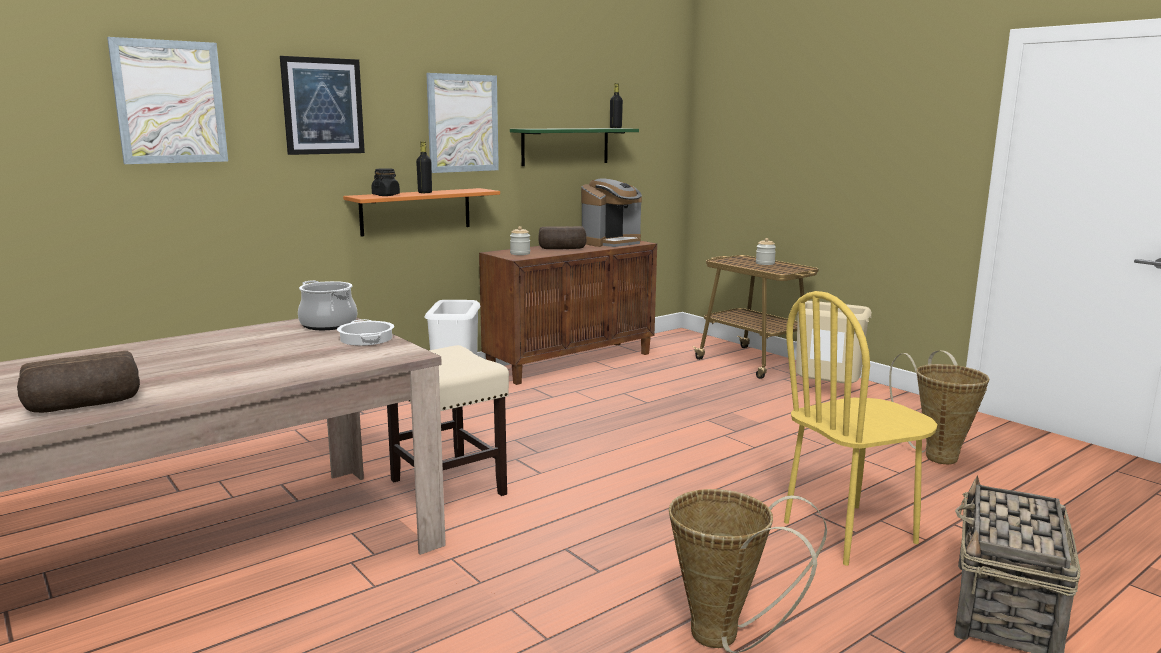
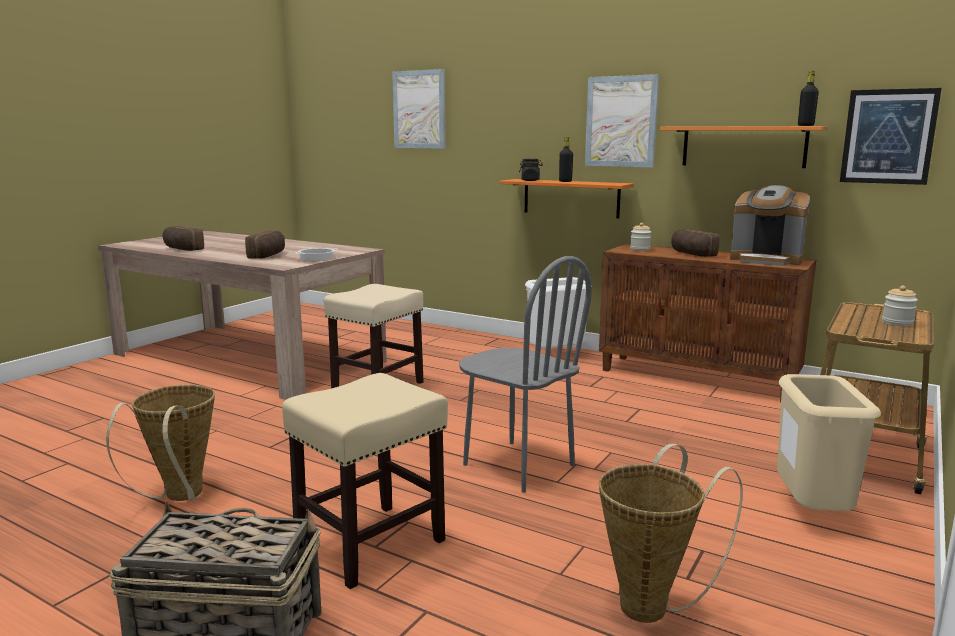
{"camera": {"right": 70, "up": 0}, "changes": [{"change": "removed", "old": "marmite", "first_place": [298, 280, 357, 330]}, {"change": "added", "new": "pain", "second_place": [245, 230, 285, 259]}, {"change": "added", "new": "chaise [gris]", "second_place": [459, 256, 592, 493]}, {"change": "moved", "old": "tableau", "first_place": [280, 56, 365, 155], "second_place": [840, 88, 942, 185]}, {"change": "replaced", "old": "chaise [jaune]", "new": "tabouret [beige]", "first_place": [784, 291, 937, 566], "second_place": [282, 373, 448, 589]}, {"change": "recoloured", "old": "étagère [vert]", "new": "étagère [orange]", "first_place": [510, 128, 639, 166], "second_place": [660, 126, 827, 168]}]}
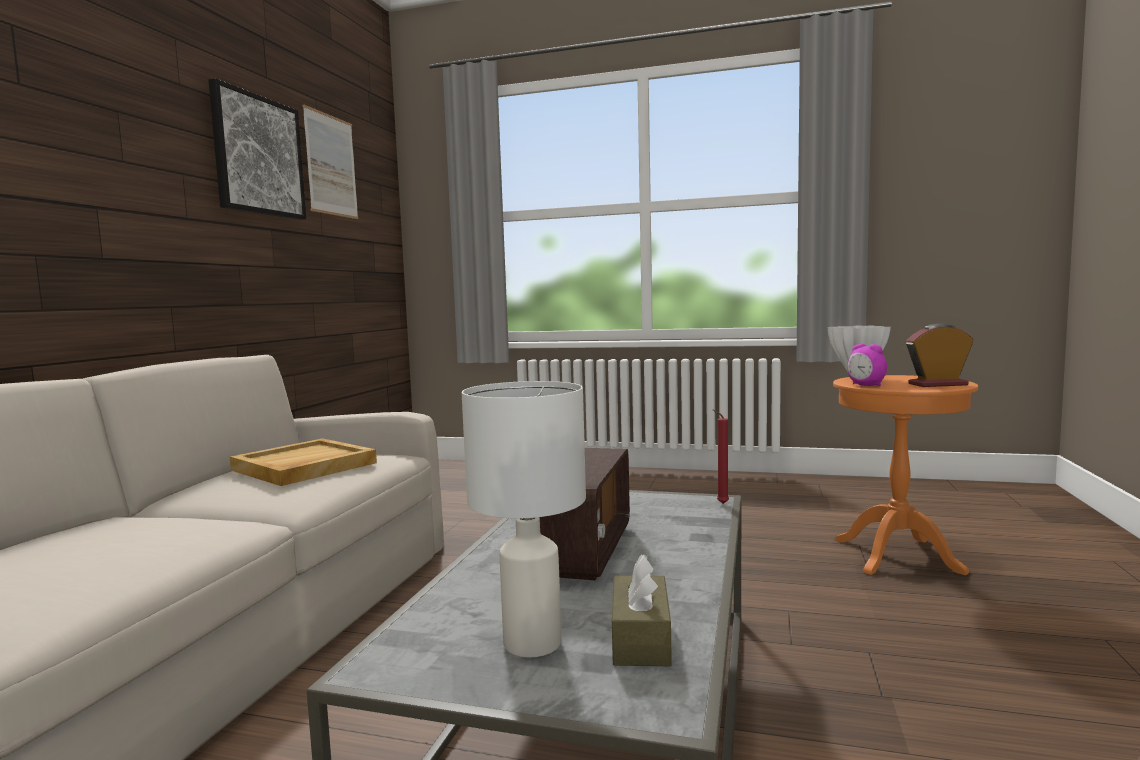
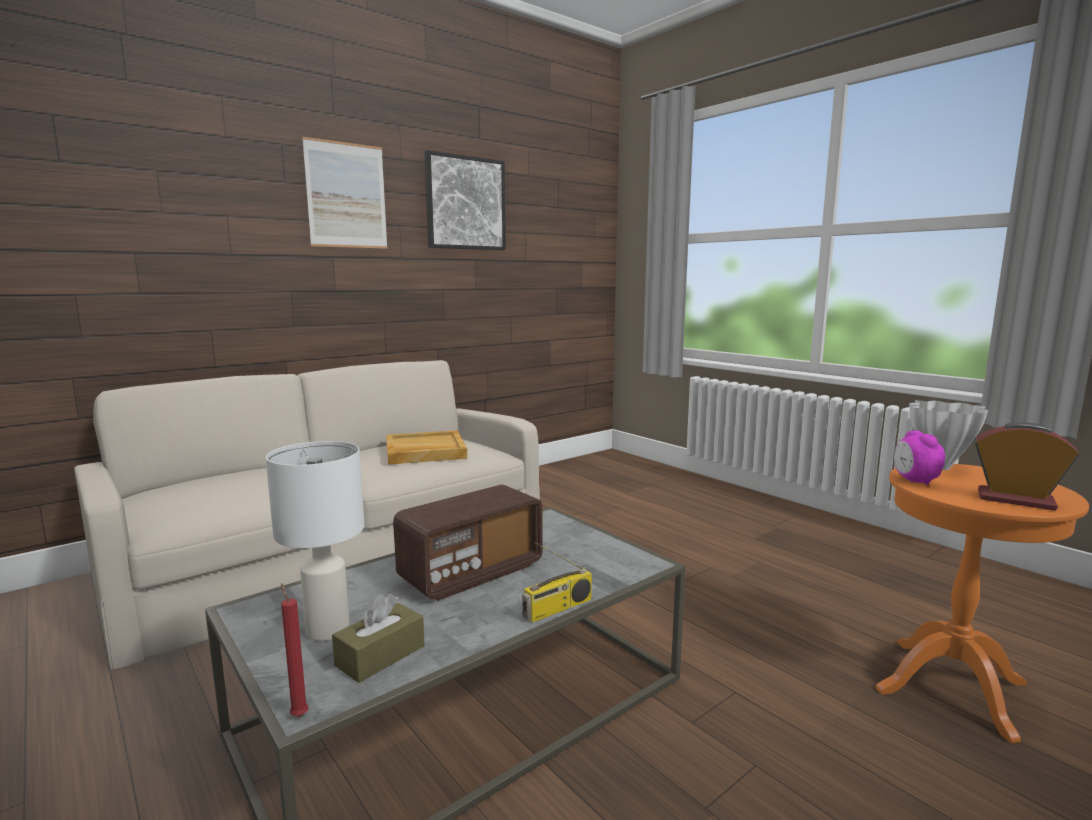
{"camera": {"right": 35, "up": 5}, "changes": [{"change": "added", "new": "radio", "second_place": [522, 542, 592, 623]}, {"change": "moved", "old": "tableau", "first_place": [303, 105, 358, 219], "second_place": [302, 137, 388, 249]}, {"change": "moved", "old": "bougie [rouge]", "first_place": [712, 409, 729, 504], "second_place": [281, 583, 308, 717]}]}
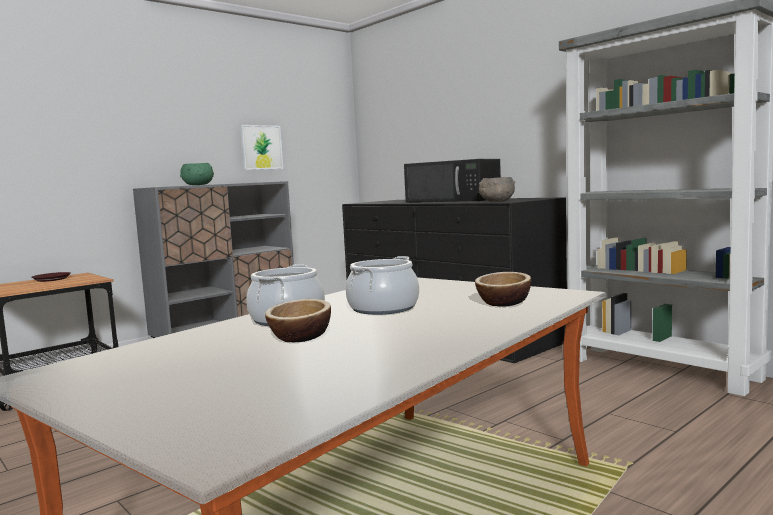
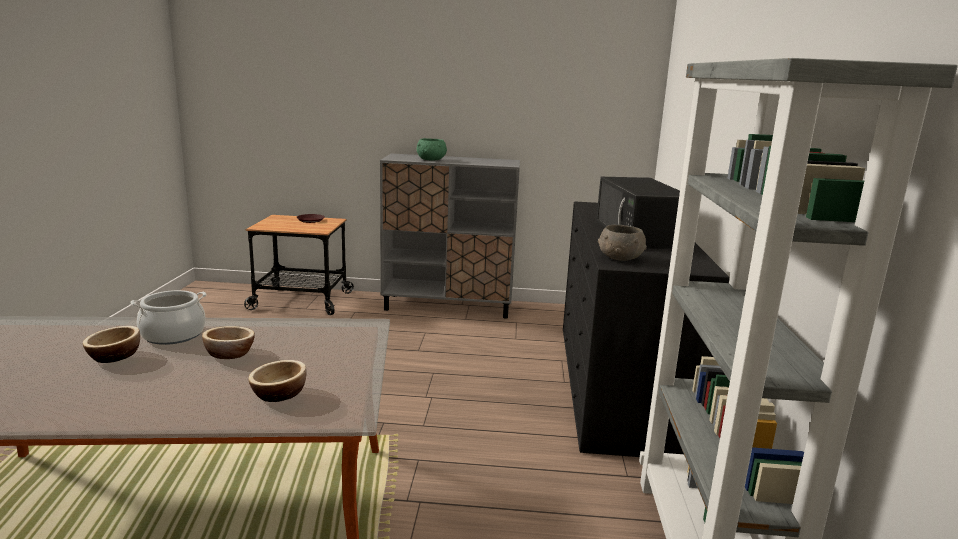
{"camera": {"right": 45, "up": 10}, "changes": [{"change": "removed", "old": "tableau", "first_place": [241, 125, 283, 170]}, {"change": "replaced", "old": "marmite", "new": "bol", "first_place": [346, 256, 419, 315], "second_place": [202, 326, 255, 359]}]}
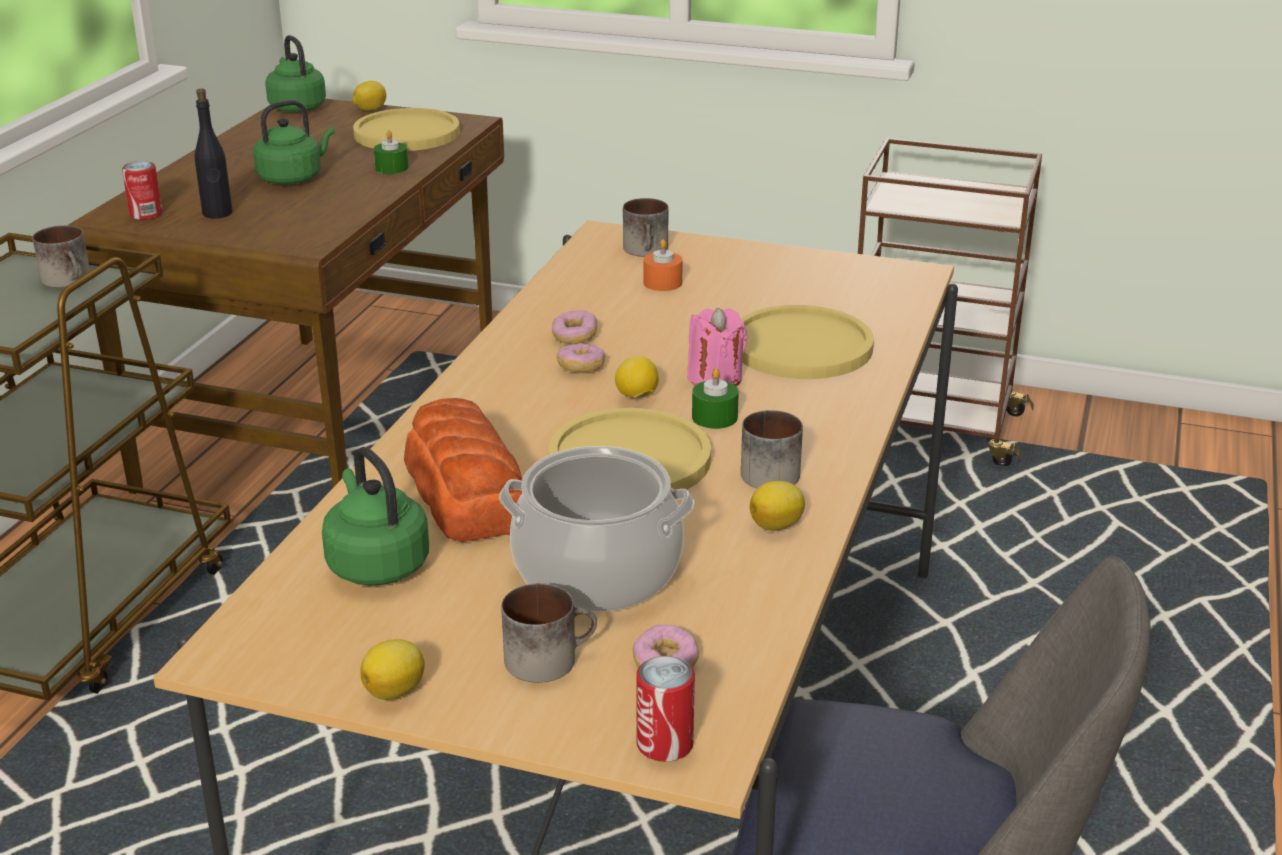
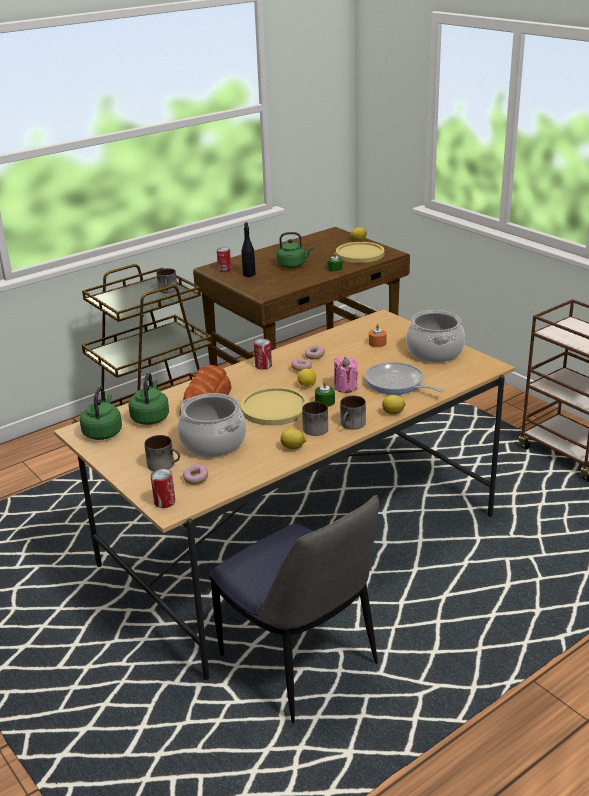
{"camera": {"right": 35, "up": 0}, "changes": [{"change": "added", "new": "boîte métallique", "second_place": [254, 339, 272, 370]}, {"change": "added", "new": "marmite", "second_place": [406, 310, 465, 363]}, {"change": "moved", "old": "bouilloire [vert]", "first_place": [265, 35, 326, 113], "second_place": [80, 386, 122, 440]}, {"change": "moved", "old": "citron", "first_place": [360, 639, 425, 700], "second_place": [382, 395, 406, 415]}, {"change": "moved", "old": "mug", "first_place": [623, 198, 669, 257], "second_place": [340, 396, 366, 430]}, {"change": "replaced", "old": "assiette [jaune]", "new": "poêle", "first_place": [740, 305, 874, 379], "second_place": [365, 362, 444, 395]}]}
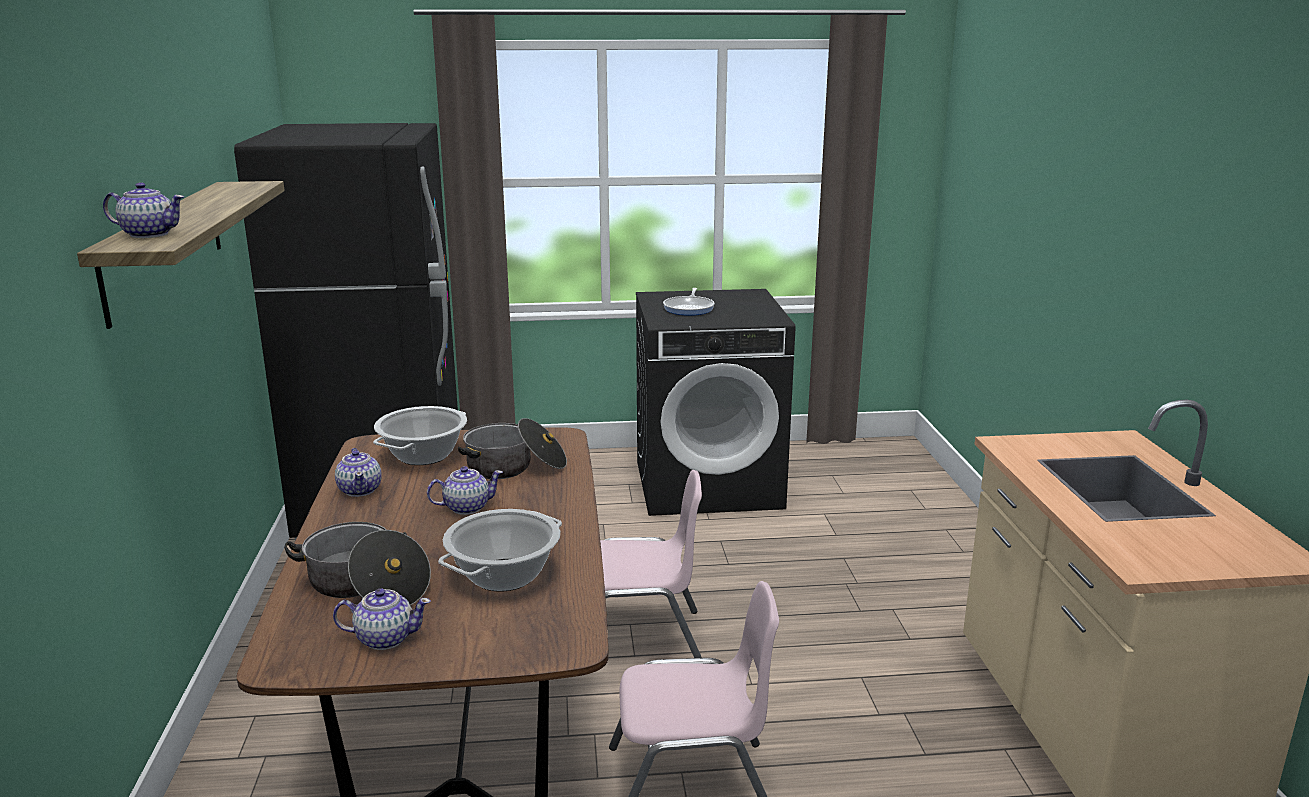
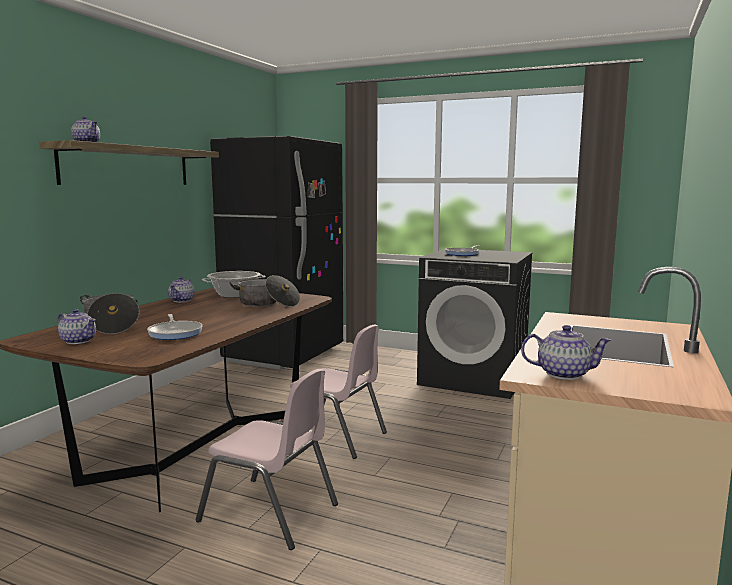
{"camera": {"right": 30, "up": -10}, "changes": [{"change": "moved", "old": "théière", "first_place": [427, 466, 503, 515], "second_place": [521, 325, 611, 380]}, {"change": "replaced", "old": "marmite", "new": "poêle", "first_place": [438, 509, 562, 592], "second_place": [147, 314, 203, 340]}]}
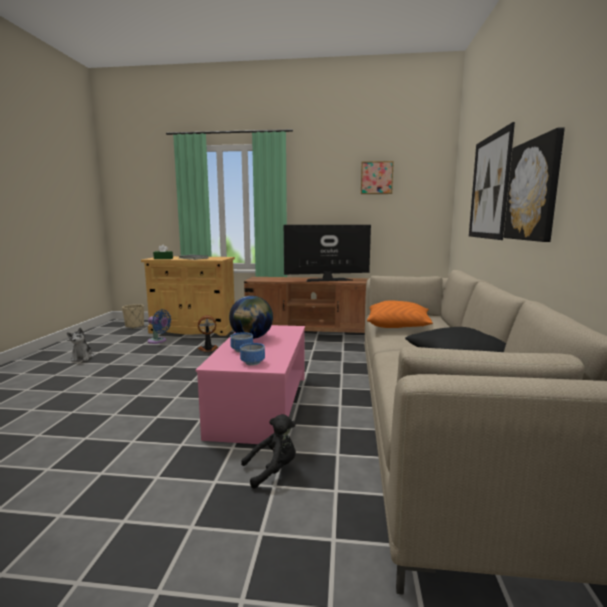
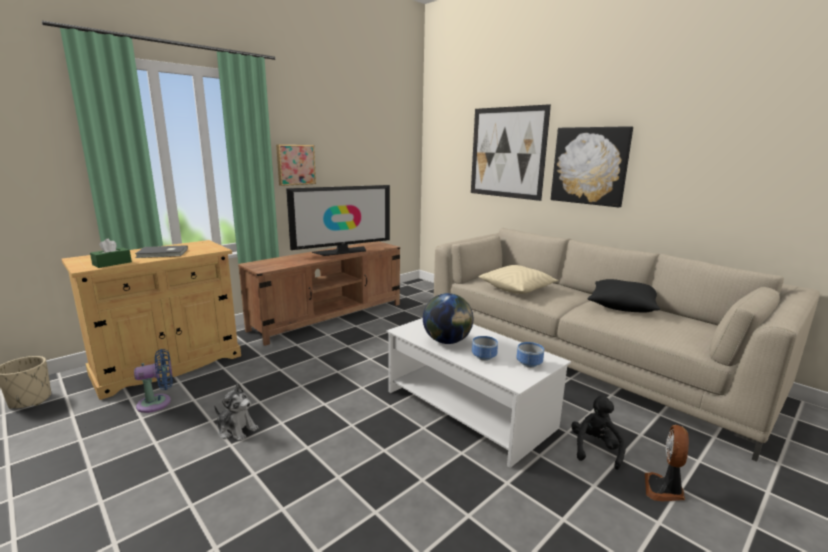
{"camera": {"right": -50, "up": 5}, "changes": [{"change": "moved", "old": "peluche", "first_place": [67, 328, 94, 362], "second_place": [214, 383, 258, 441]}, {"change": "moved", "old": "ventilateur", "first_place": [198, 315, 218, 352], "second_place": [645, 425, 689, 501]}, {"change": "moved", "old": "tableau", "first_place": [361, 161, 394, 194], "second_place": [276, 144, 316, 186]}, {"change": "recoloured", "old": "table basse [rose]", "new": "table basse [blanc]", "first_place": [196, 325, 305, 444], "second_place": [386, 318, 571, 468]}, {"change": "recoloured", "old": "coussin [orange]", "new": "coussin [beige]", "first_place": [367, 301, 433, 328], "second_place": [479, 265, 559, 294]}, {"change": "turned", "old": "téléviseur", "first_place": [284, 225, 371, 282], "second_place": [286, 185, 390, 256], "degrees": -150}]}
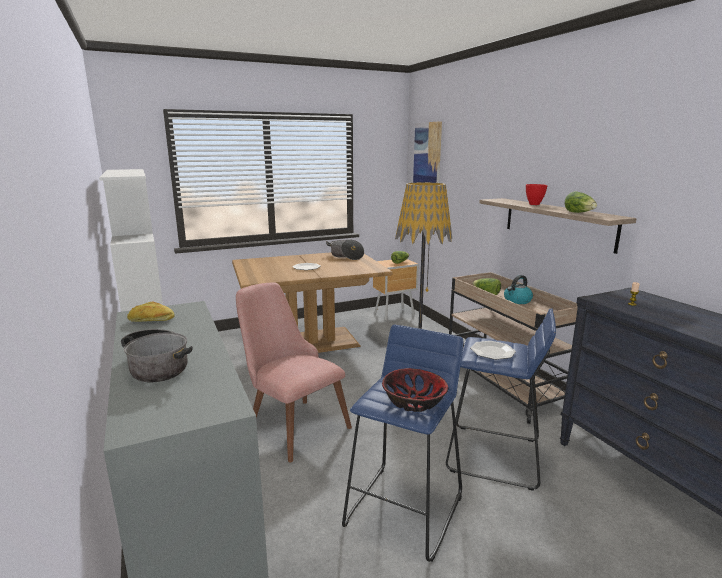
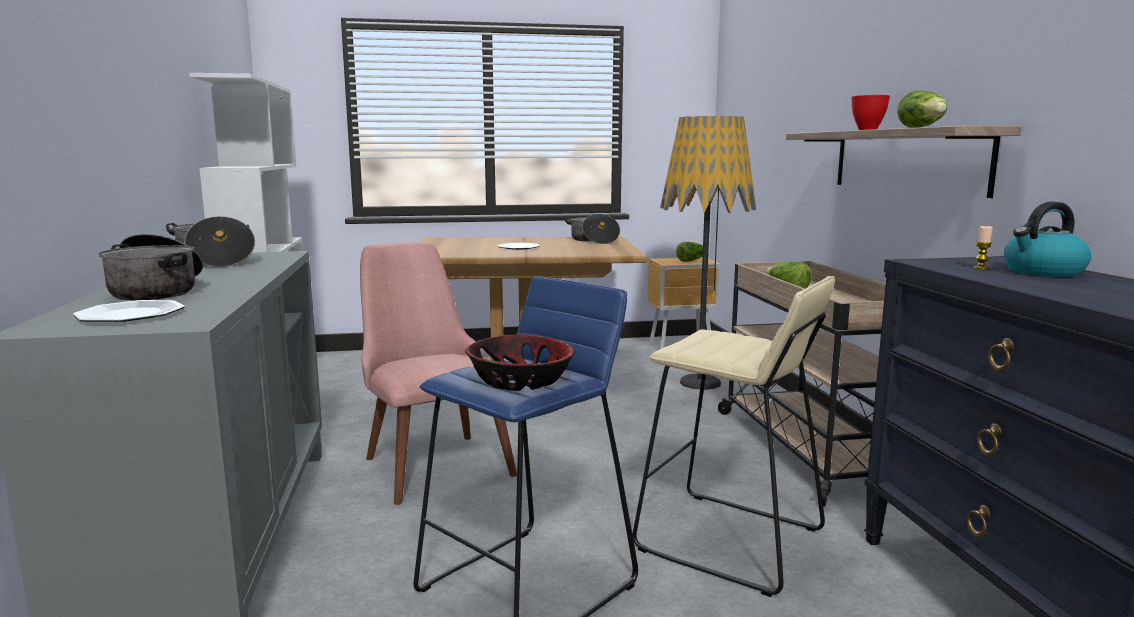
{"camera": {"right": 15, "up": -5}, "changes": [{"change": "removed", "old": "tableau", "first_place": [413, 121, 442, 183]}, {"change": "moved", "old": "assiette", "first_place": [470, 341, 516, 360], "second_place": [72, 300, 185, 322]}, {"change": "moved", "old": "bouilloire", "first_place": [504, 275, 533, 304], "second_place": [1004, 202, 1092, 277]}, {"change": "replaced", "old": "pain", "new": "marmite", "first_place": [127, 301, 175, 322], "second_place": [166, 216, 255, 267]}, {"change": "recoloured", "old": "tabouret [bleu]", "new": "tabouret [beige]", "first_place": [446, 308, 556, 491], "second_place": [633, 276, 835, 597]}]}
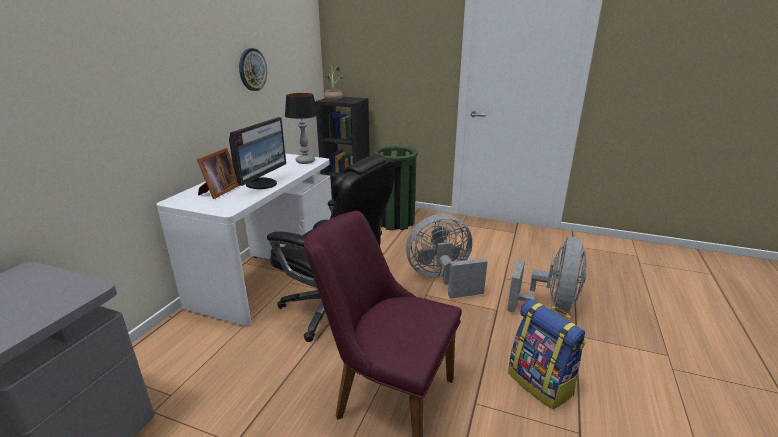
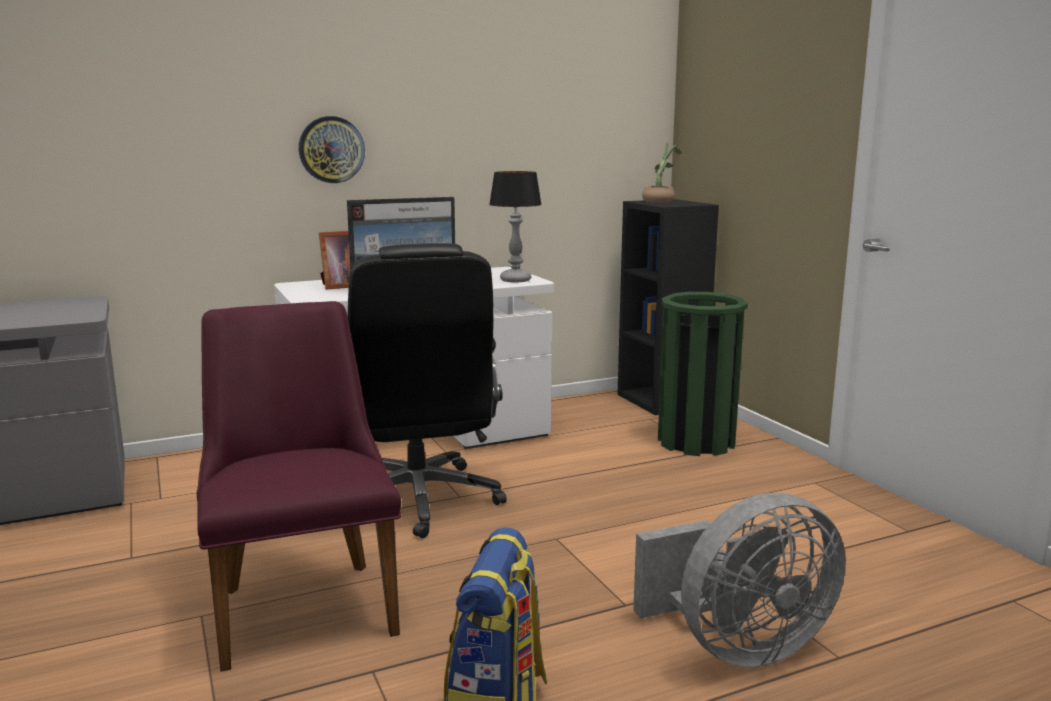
{"camera": {"right": 45, "up": -10}, "changes": [{"change": "removed", "old": "ventilateur [gris]", "first_place": [406, 214, 488, 299]}, {"change": "moved", "old": "horloge murale", "first_place": [239, 48, 267, 91], "second_place": [299, 116, 365, 183]}]}
